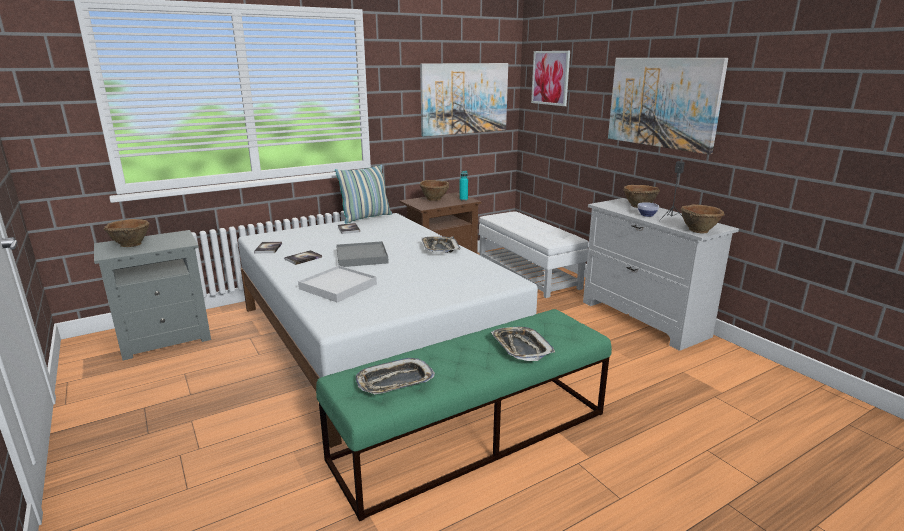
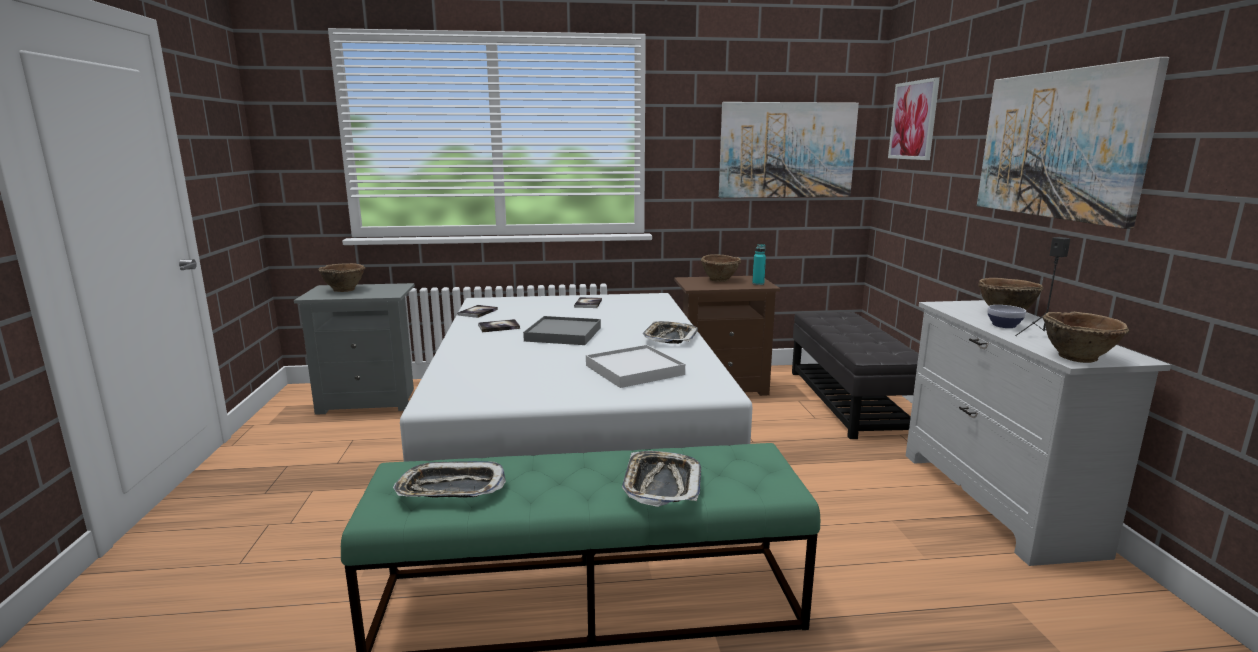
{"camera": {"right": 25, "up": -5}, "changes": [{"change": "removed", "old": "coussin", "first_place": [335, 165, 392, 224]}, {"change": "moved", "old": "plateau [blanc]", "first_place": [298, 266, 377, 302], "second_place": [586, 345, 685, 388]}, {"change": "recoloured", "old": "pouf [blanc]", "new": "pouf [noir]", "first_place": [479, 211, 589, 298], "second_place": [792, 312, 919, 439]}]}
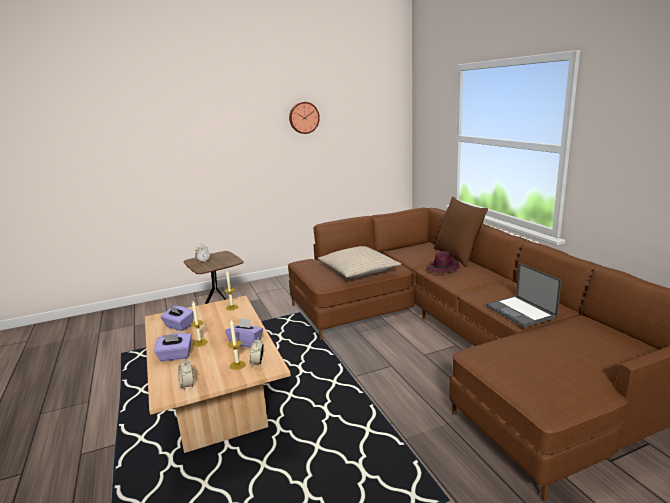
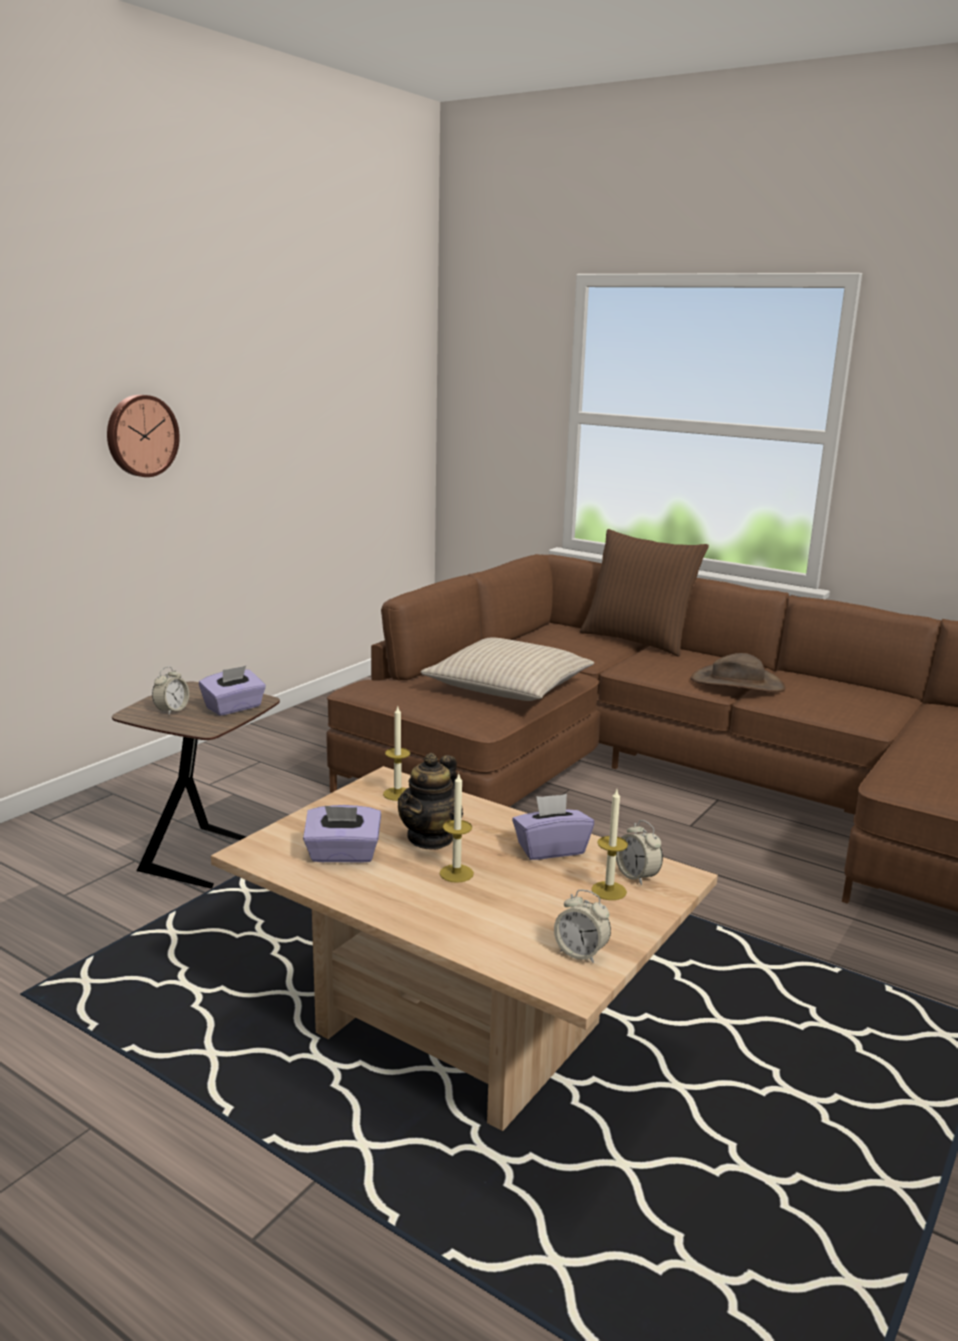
{"camera": {"right": -35, "up": 0}, "changes": [{"change": "removed", "old": "chapeau [violet]", "first_place": [426, 251, 459, 273]}, {"change": "removed", "old": "ordinateur portable", "first_place": [486, 263, 562, 328]}, {"change": "added", "new": "théière", "second_place": [398, 753, 463, 850]}, {"change": "added", "new": "chapeau [marron]", "second_place": [690, 653, 786, 692]}, {"change": "moved", "old": "boîte à mouchoirs [violet]", "first_place": [154, 333, 192, 361], "second_place": [199, 666, 266, 716]}, {"change": "moved", "old": "horloge murale", "first_place": [289, 102, 320, 134], "second_place": [107, 395, 180, 477]}]}
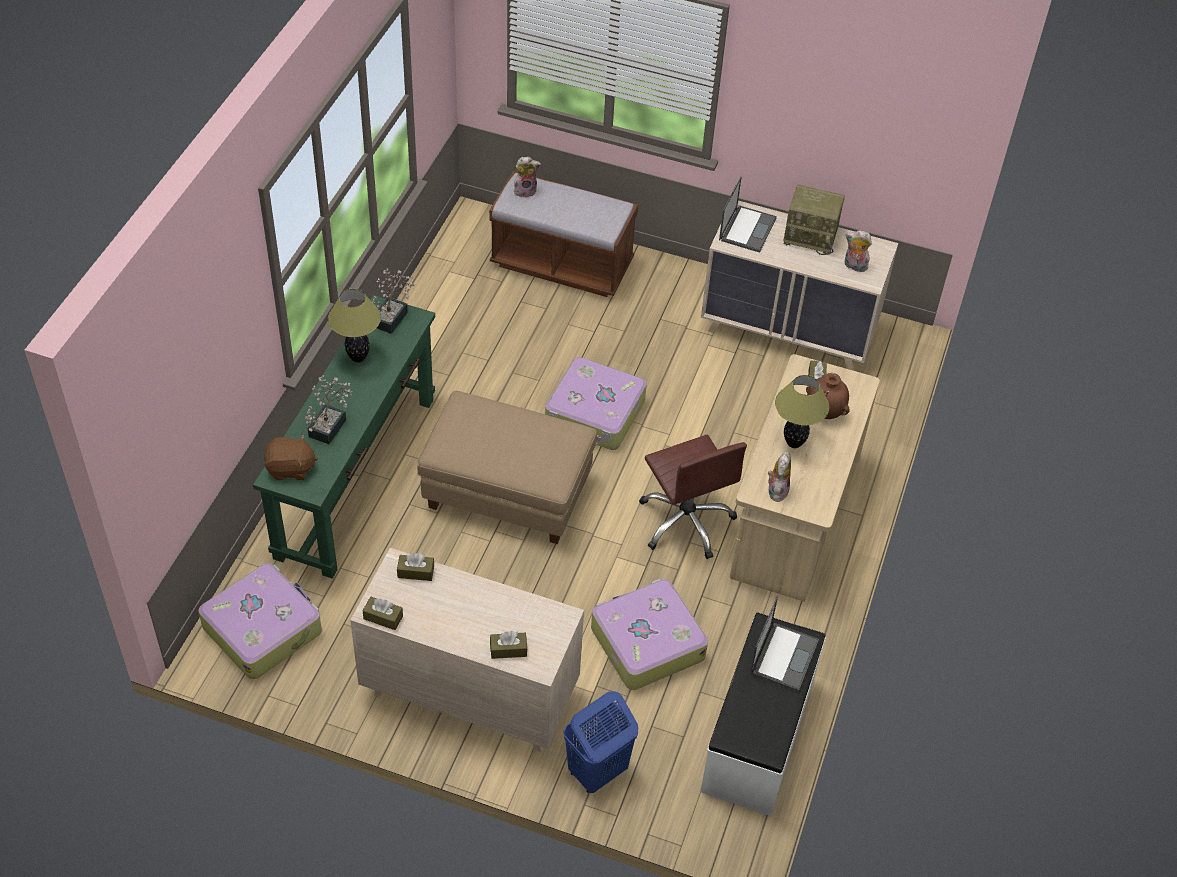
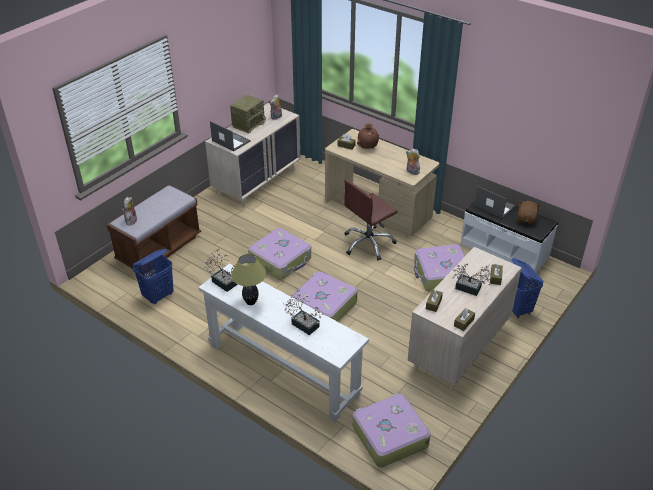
{"camera": {"right": -70, "up": -10}, "changes": [{"change": "removed", "old": "lampe de table", "first_place": [775, 375, 829, 448]}, {"change": "added", "new": "panier à linge [bleu]", "second_place": [133, 249, 174, 304]}, {"change": "added", "new": "plante en pot", "second_place": [452, 264, 493, 296]}, {"change": "moved", "old": "peluche [marron]", "first_place": [264, 434, 318, 480], "second_place": [518, 201, 541, 225]}, {"change": "replaced", "old": "pouf [beige]", "new": "valise", "first_place": [417, 391, 597, 544], "second_place": [291, 271, 357, 322]}, {"change": "recoloured", "old": "table console [vert]", "new": "table console [blanc]", "first_place": [253, 295, 435, 579], "second_place": [198, 264, 369, 422]}, {"change": "turned", "old": "chaise de bureau [marron]", "first_place": [639, 435, 747, 559], "second_place": [344, 179, 398, 260], "degrees": 150}]}
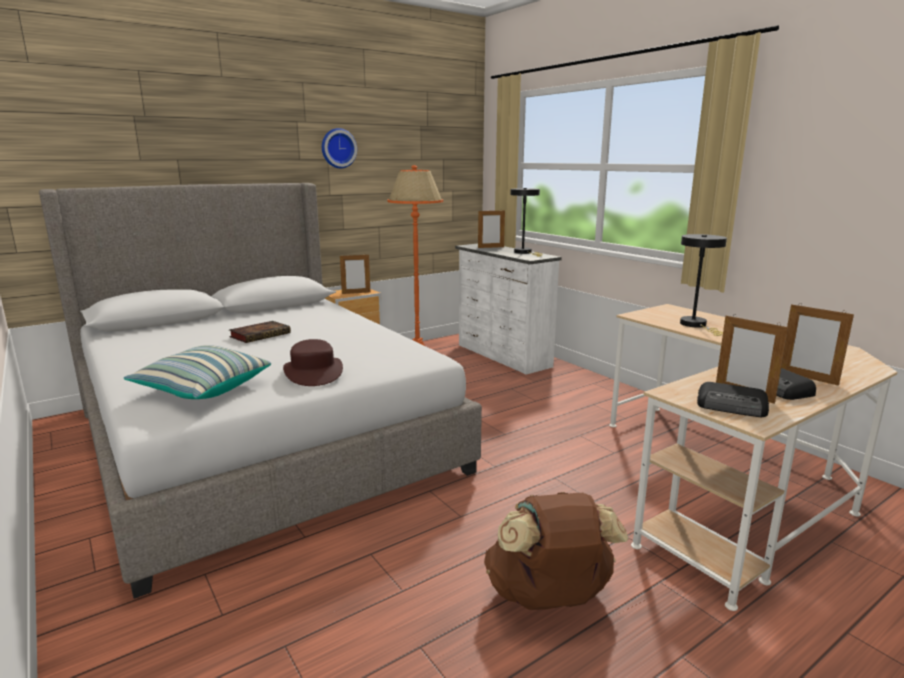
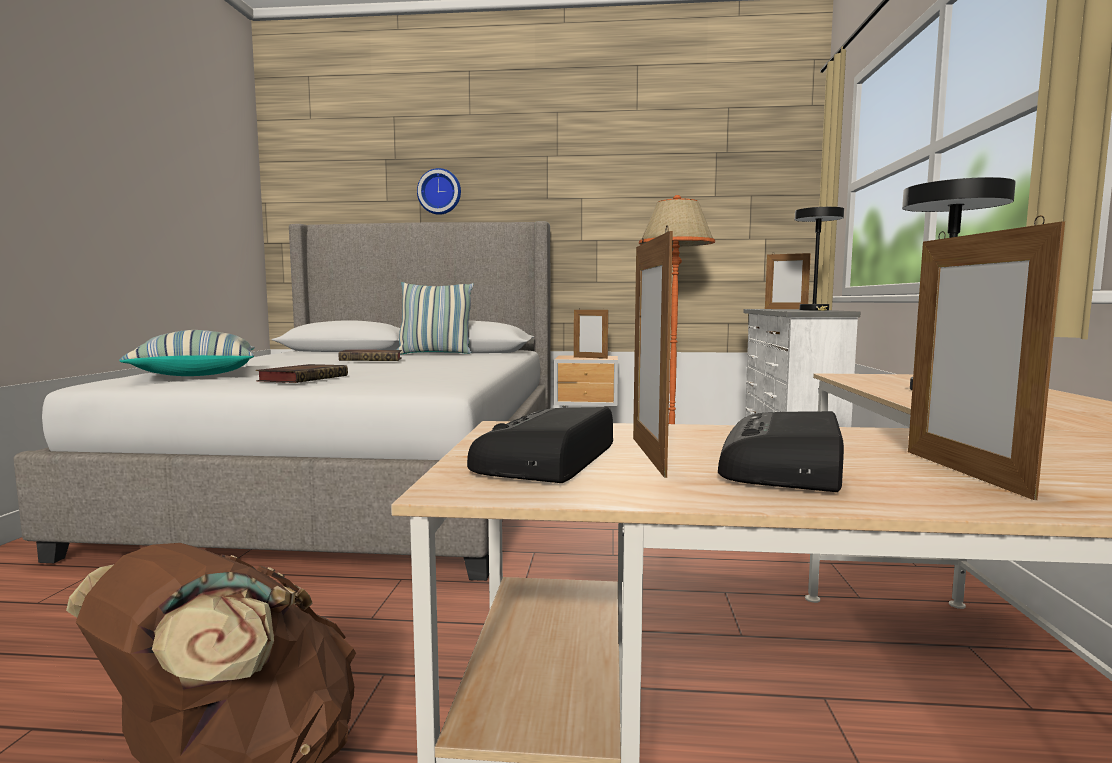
{"camera": {"right": 40, "up": -10}, "changes": [{"change": "added", "new": "coussin", "second_place": [397, 282, 474, 355]}, {"change": "moved", "old": "horloge murale", "first_place": [322, 128, 357, 168], "second_place": [417, 168, 461, 215]}, {"change": "replaced", "old": "chapeau [marron]", "new": "livre", "first_place": [283, 339, 343, 386], "second_place": [256, 364, 348, 383]}, {"change": "turned", "old": "radio", "first_place": [697, 382, 769, 417], "second_place": [467, 407, 613, 483], "degrees": 45}]}
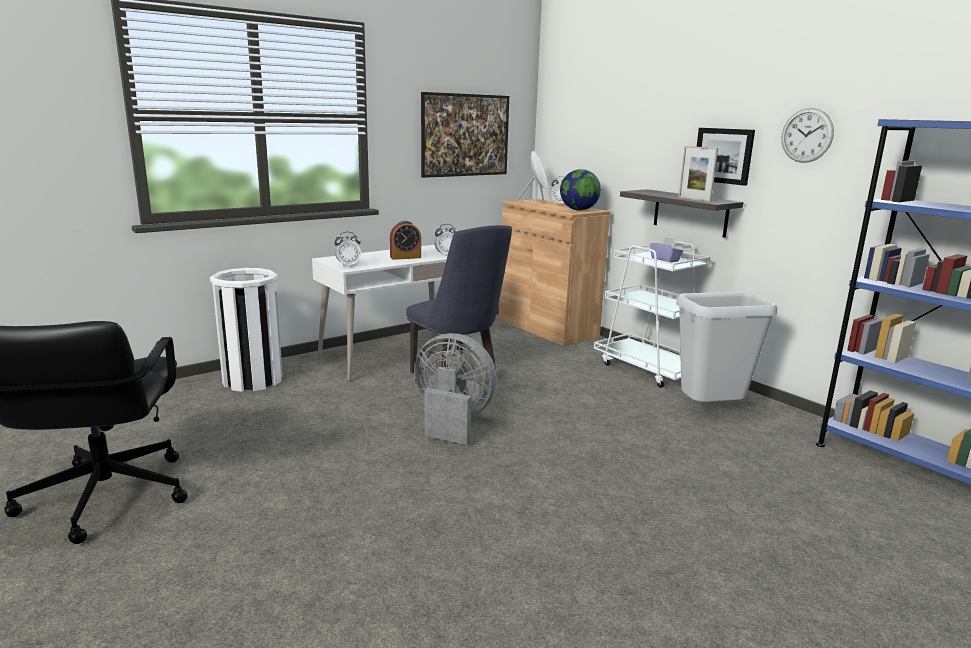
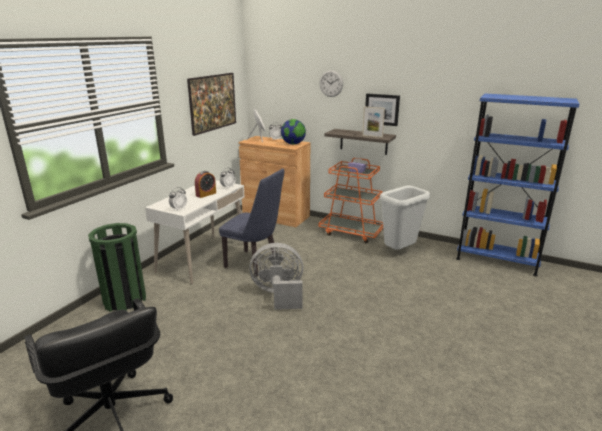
{"camera": {"right": -25, "up": 5}, "changes": [{"change": "moved", "old": "horloge murale", "first_place": [781, 108, 834, 163], "second_place": [319, 70, 343, 97]}, {"change": "recoloured", "old": "poubelle [blanc]", "new": "poubelle [vert]", "first_place": [210, 268, 283, 392], "second_place": [88, 223, 146, 312]}, {"change": "recoloured", "old": "chariot [blanc]", "new": "chariot [orange]", "first_place": [594, 240, 710, 388], "second_place": [319, 158, 383, 243]}]}
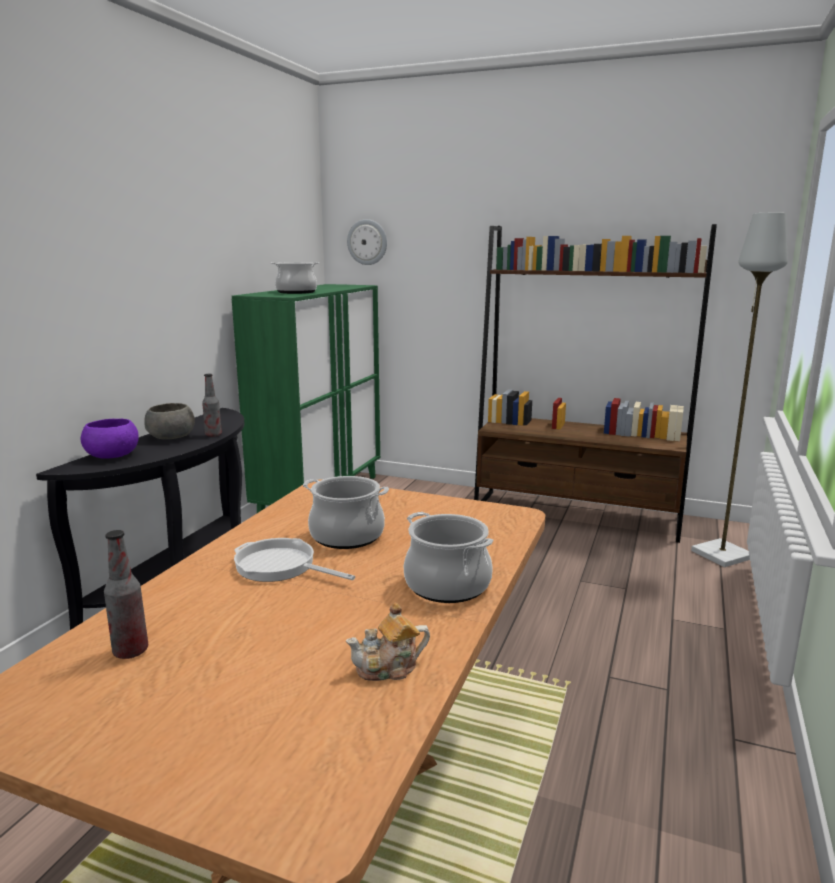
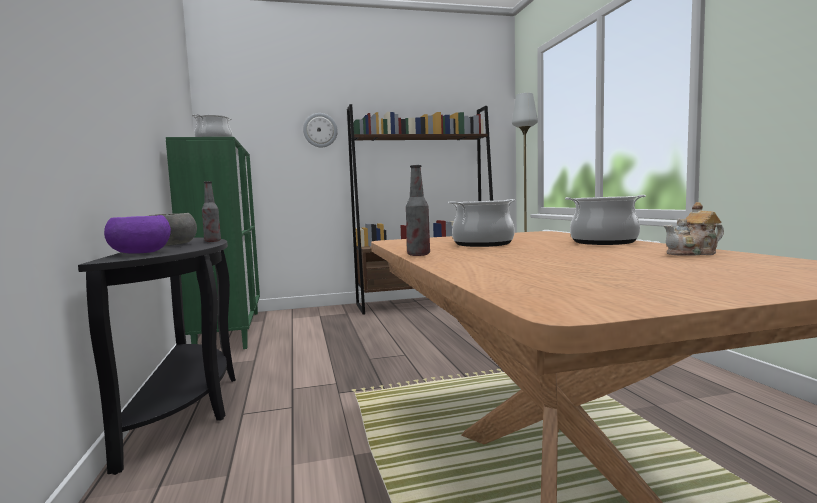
{"camera": {"right": -35, "up": -10}, "changes": [{"change": "removed", "old": "poêle", "first_place": [234, 538, 355, 582]}, {"change": "moved", "old": "bouteille", "first_place": [104, 530, 148, 659], "second_place": [406, 165, 430, 256]}, {"change": "moved", "old": "horloge murale", "first_place": [347, 219, 387, 265], "second_place": [303, 113, 338, 147]}, {"change": "turned", "old": "théière", "first_place": [346, 602, 430, 681], "second_place": [664, 202, 724, 256], "degrees": 45}]}
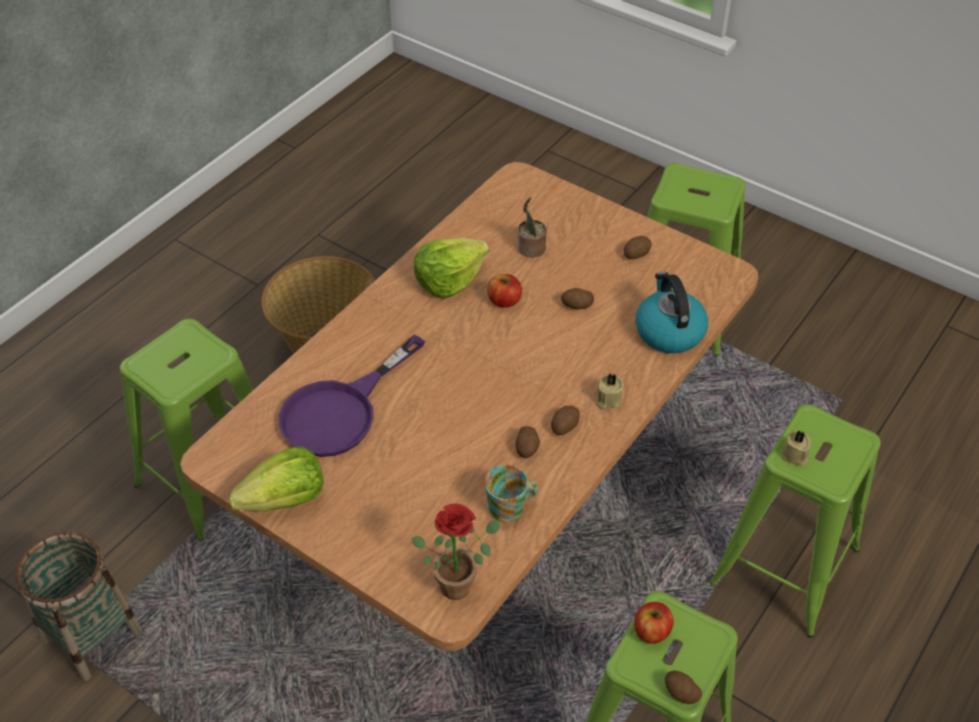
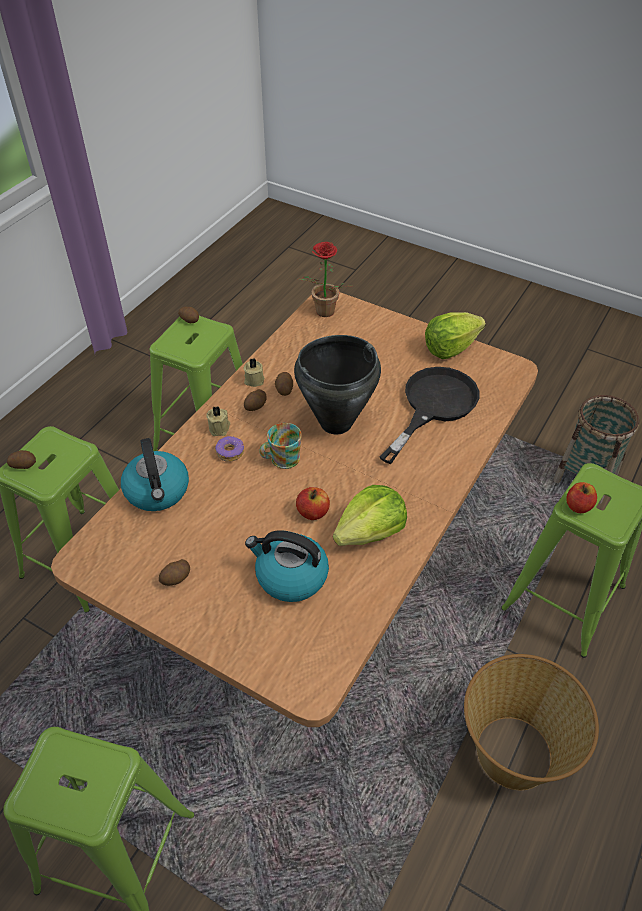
{"camera": {"right": 175, "up": 0}, "changes": [{"change": "added", "new": "beignet", "second_place": [215, 436, 244, 462]}, {"change": "added", "new": "marmite [noir]", "second_place": [294, 335, 381, 434]}, {"change": "moved", "old": "mug", "first_place": [484, 465, 538, 522], "second_place": [259, 423, 302, 469]}, {"change": "moved", "old": "pomme de terre", "first_place": [561, 288, 594, 309], "second_place": [7, 450, 36, 469]}, {"change": "moved", "old": "pomme", "first_place": [634, 602, 674, 644], "second_place": [566, 482, 597, 513]}, {"change": "moved", "old": "bougie [beige]", "first_place": [782, 431, 811, 466], "second_place": [244, 358, 265, 387]}, {"change": "replaced", "old": "plante en pot", "new": "bouilloire", "first_place": [517, 197, 547, 258], "second_place": [245, 530, 329, 602]}, {"change": "recoloured", "old": "poêle [violet]", "new": "poêle [noir]", "first_place": [279, 335, 425, 457], "second_place": [380, 367, 479, 464]}]}
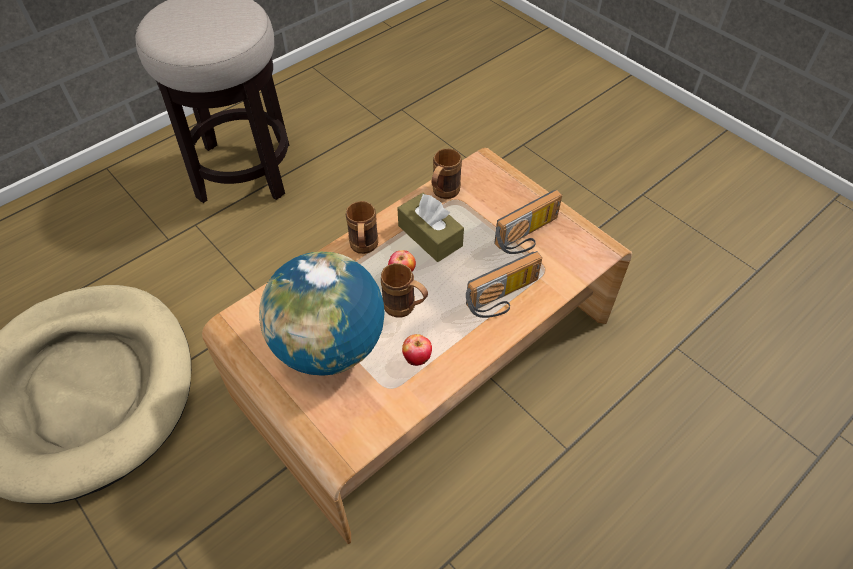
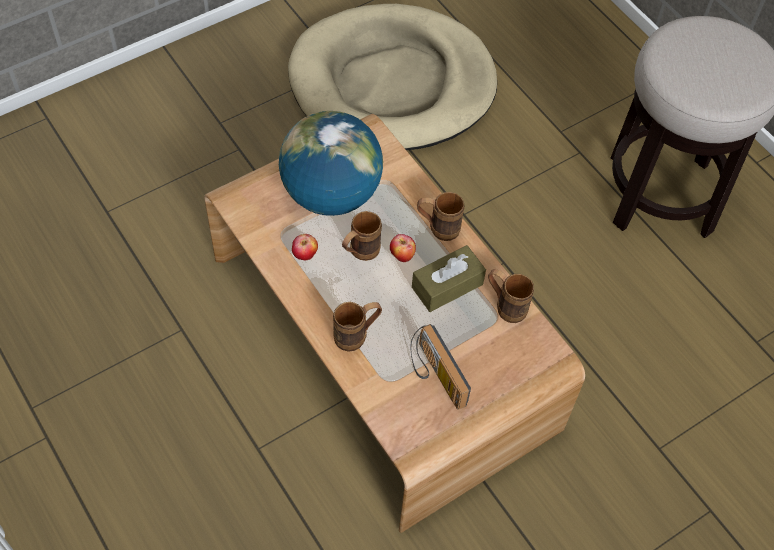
{"camera": {"right": 95, "up": 5}, "changes": [{"change": "replaced", "old": "radio", "new": "mug [marron]", "first_place": [466, 251, 542, 318], "second_place": [333, 302, 382, 352]}]}
